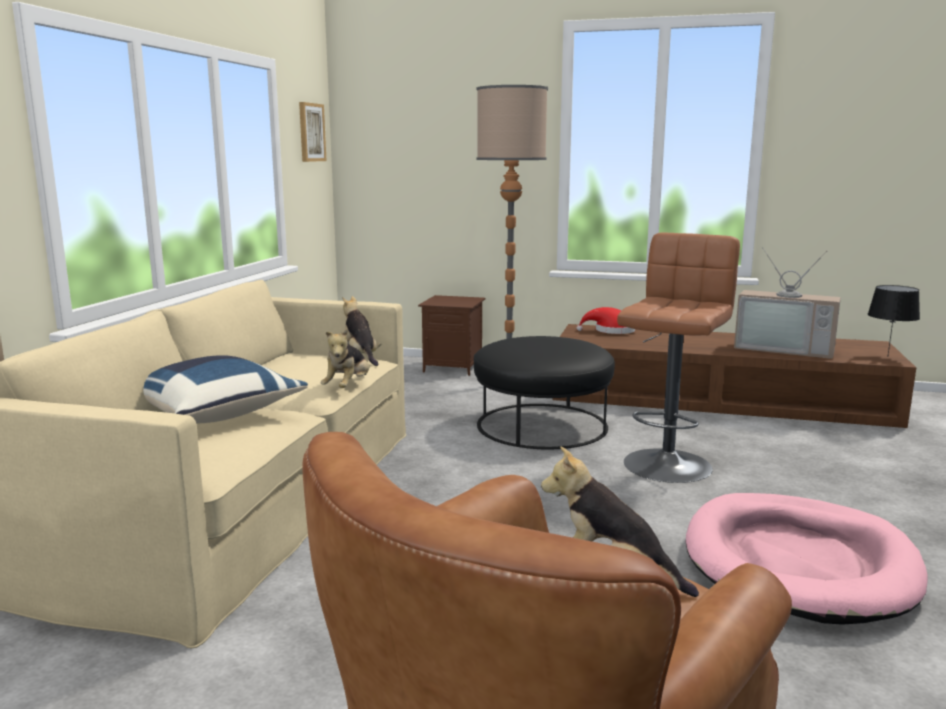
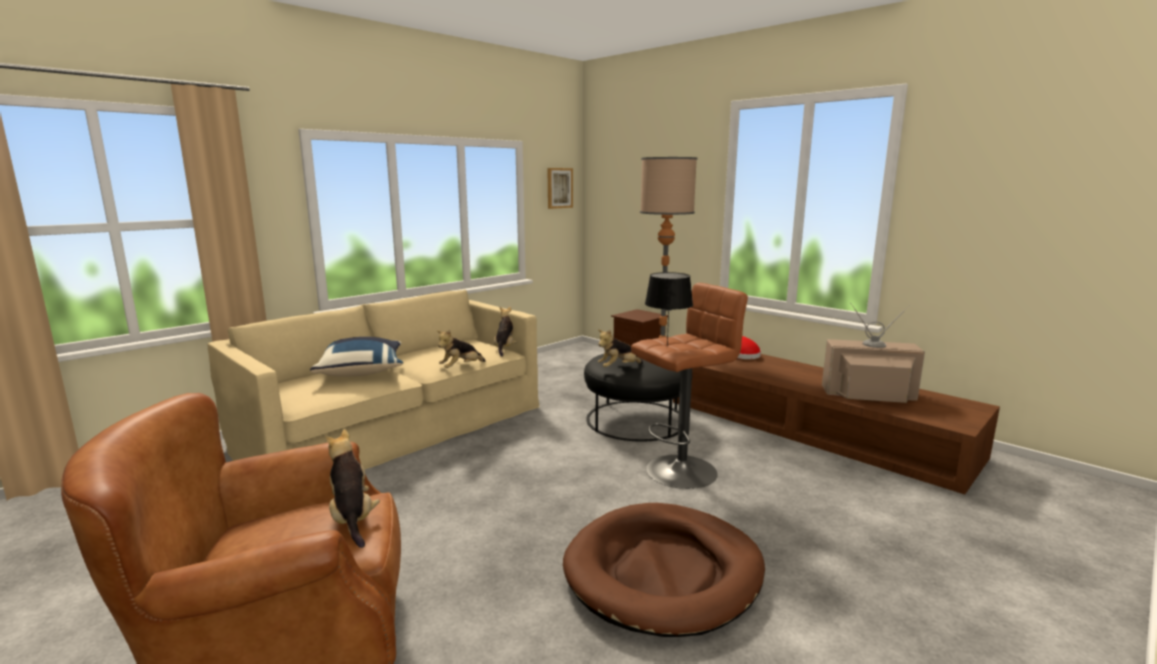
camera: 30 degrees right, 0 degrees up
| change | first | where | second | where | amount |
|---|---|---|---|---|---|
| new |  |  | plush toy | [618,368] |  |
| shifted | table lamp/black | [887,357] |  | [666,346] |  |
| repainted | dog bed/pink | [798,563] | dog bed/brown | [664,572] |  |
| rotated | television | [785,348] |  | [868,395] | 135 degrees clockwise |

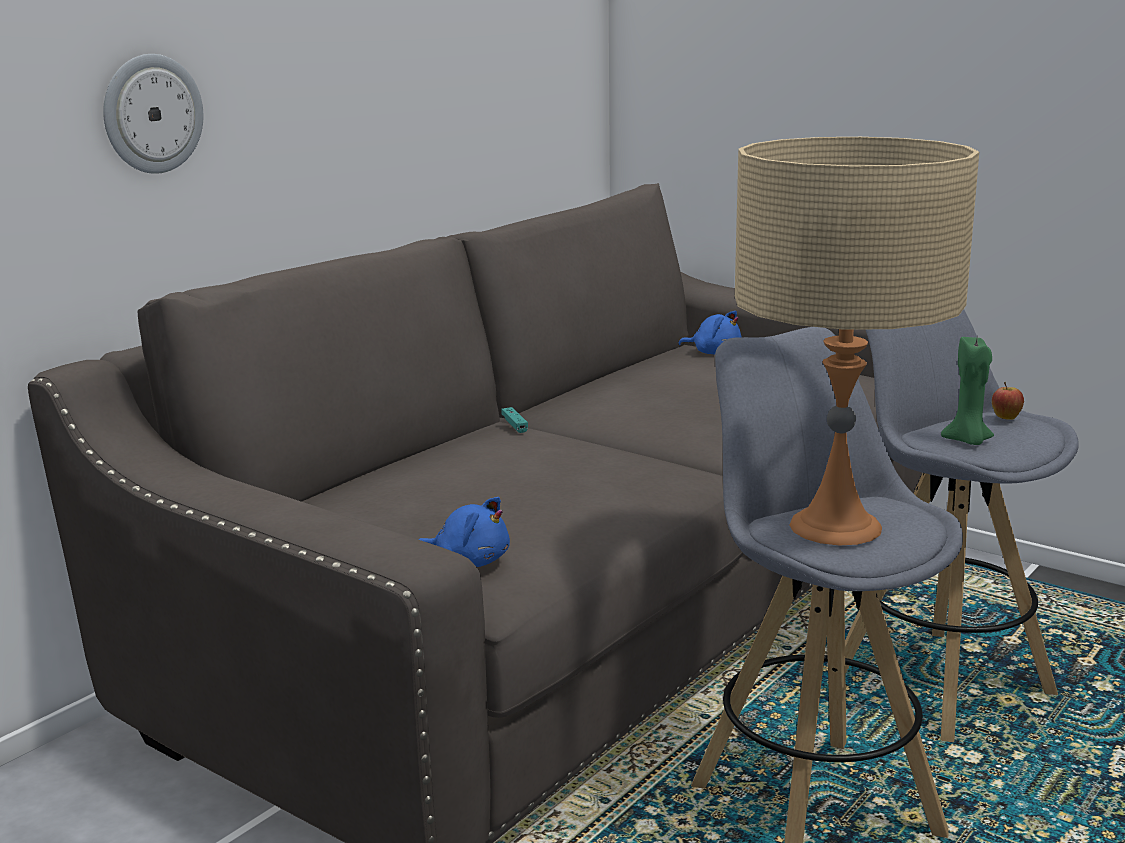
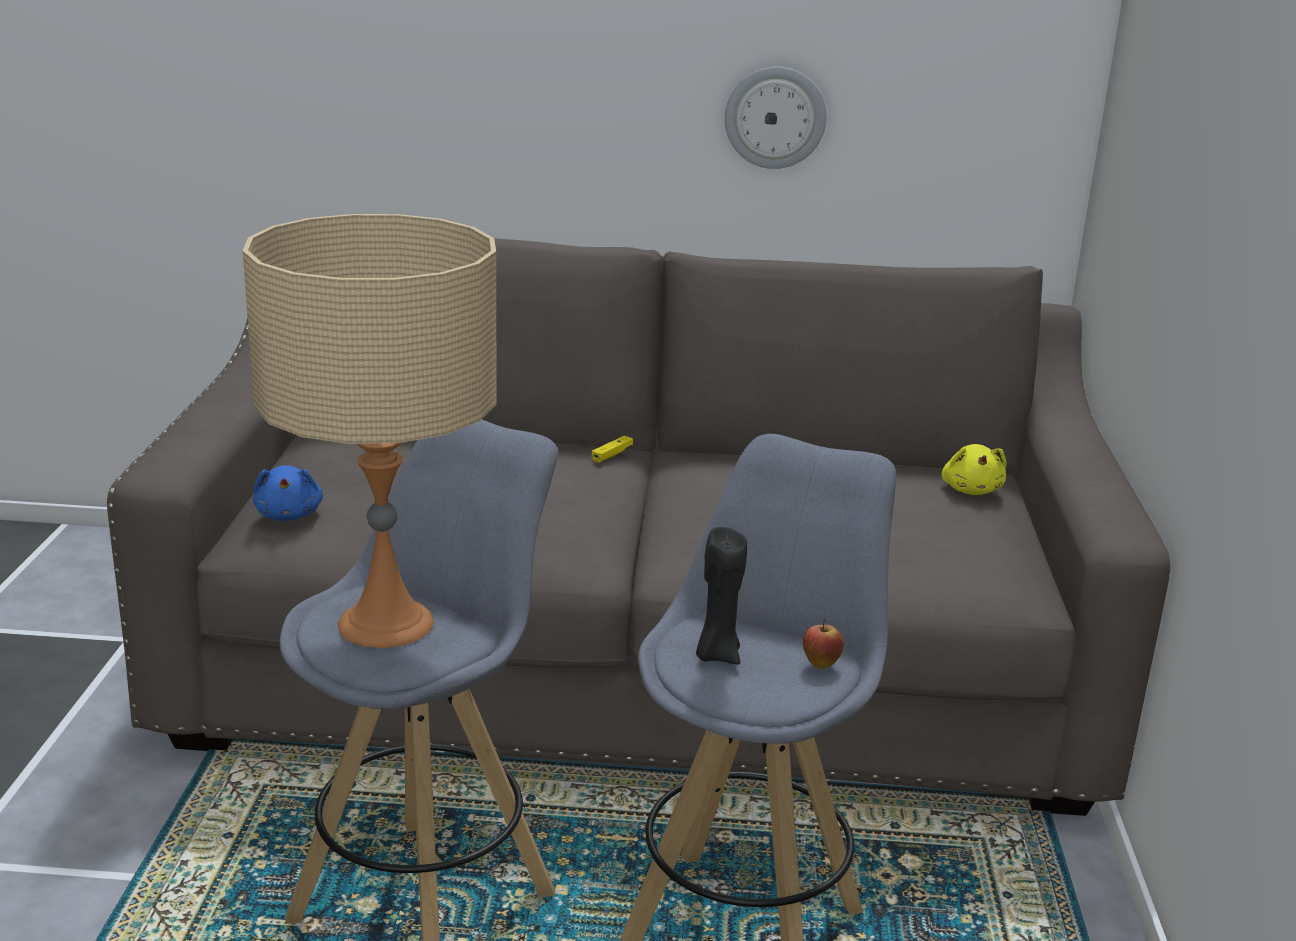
camera: 55 degrees right, 5 degrees up
| change | first | where | second | where | amount |
|---|---|---|---|---|---|
| shifted | wall clock | [152,114] |  | [775,117] |  |
| repainted | game controller/turquoise | [514,425] | game controller/yellow | [612,454] |  |
| repainted | plush toy/blue | [714,353] | plush toy/yellow | [971,490] |  |
| repainted | candle/green | [968,441] | candle/black | [717,655] |  |

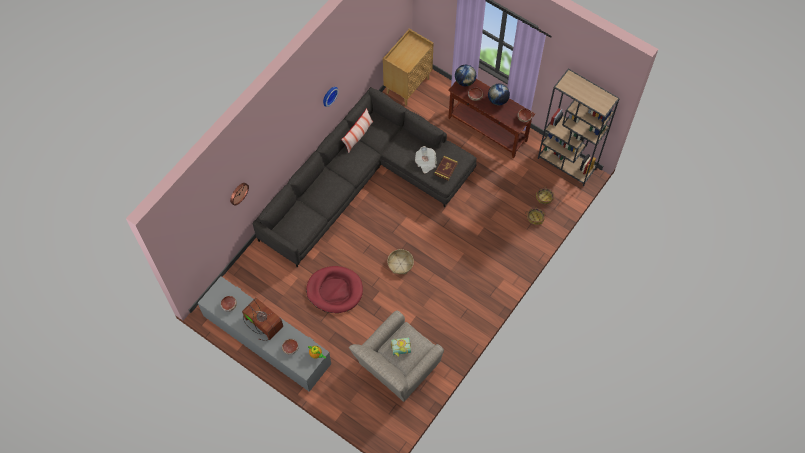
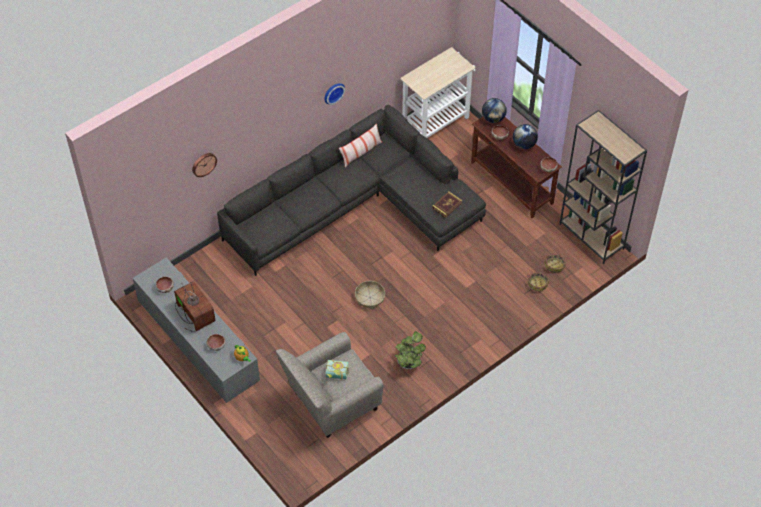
camera: 15 degrees right, 10 degrees down
| change | first | where | second | where | amount |
|---|---|---|---|---|---|
| gone | dog bed/red | [335,290] |  |  |  |
| gone | newspaper | [425,163] |  |  |  |
| new |  |  | potted plant | [409,362] |  |
| swapped | cabinet/brown | [408,85] | cart/white | [436,121] |  |

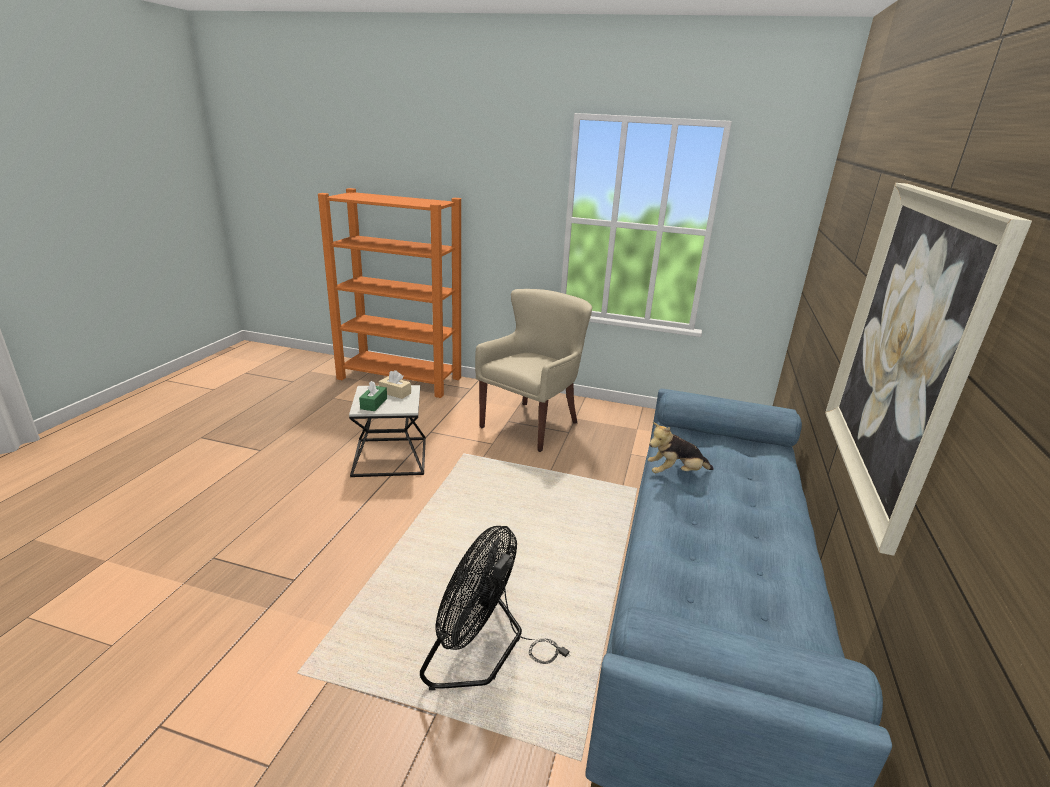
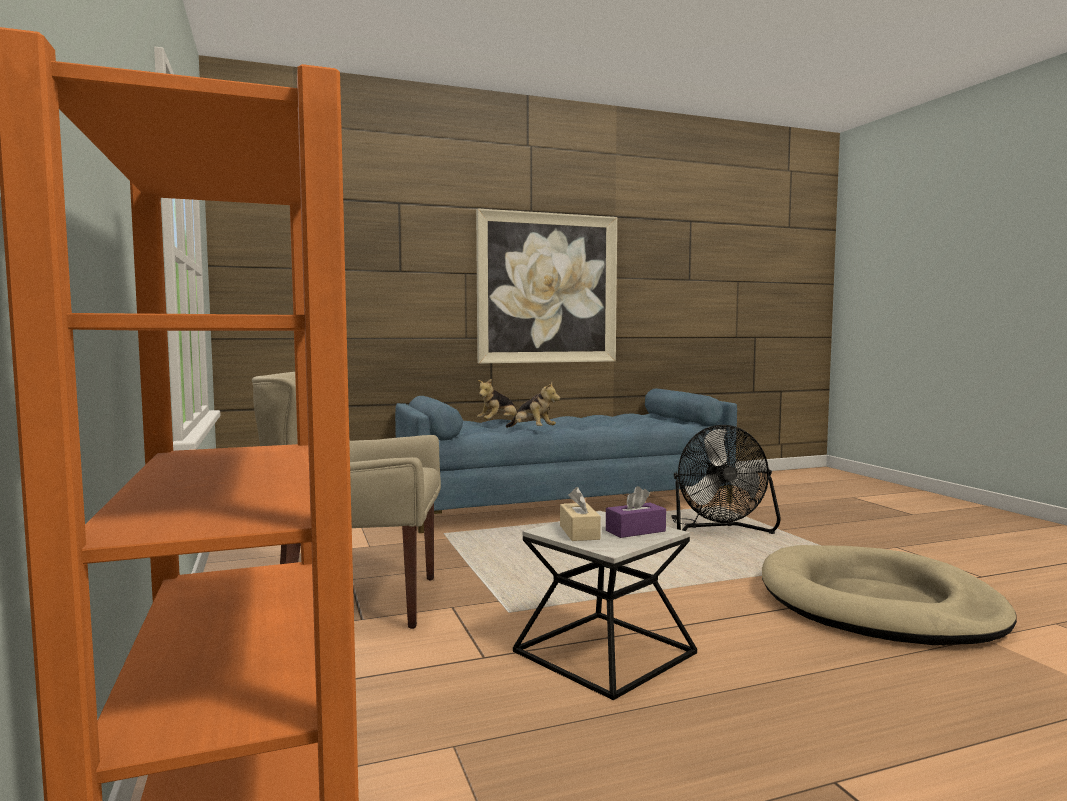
camera: 125 degrees left, 20 degrees down
| change | first | where | second | where | amount |
|---|---|---|---|---|---|
| new |  |  | plush toy | [498,423] |  |
| new |  |  | dog bed/beige | [877,604] |  |
| repainted | tissue box/green | [374,404] | tissue box/purple | [635,531] |  |

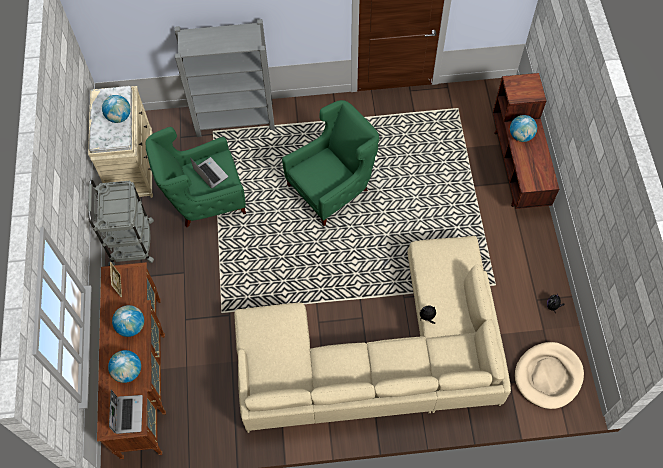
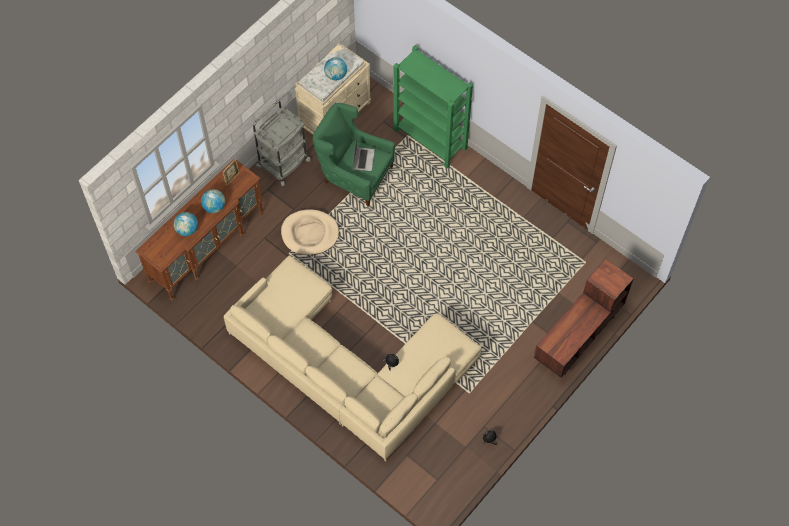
camera: 45 degrees right, 0 degrees up
| change | first | where | second | where | amount |
|---|---|---|---|---|---|
| gone | laptop | [128,414] |  |  |  |
| gone | armchair/green | [332,187] |  |  |  |
| gone | globe | [521,136] |  |  |  |
| shifted | dog bed/beige | [548,376] |  | [310,234] |  |
| repainted | bookcase/grey | [235,119] | bookcase/green | [430,139] |  |

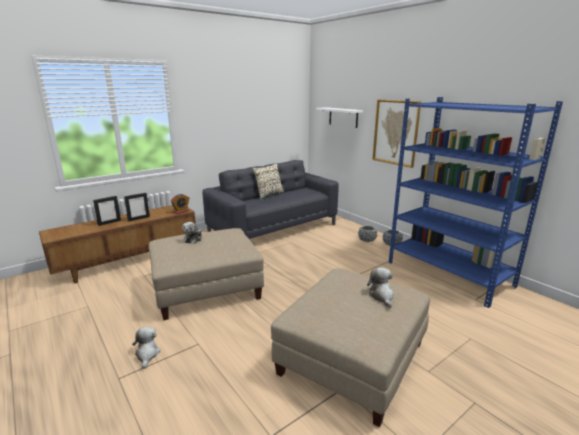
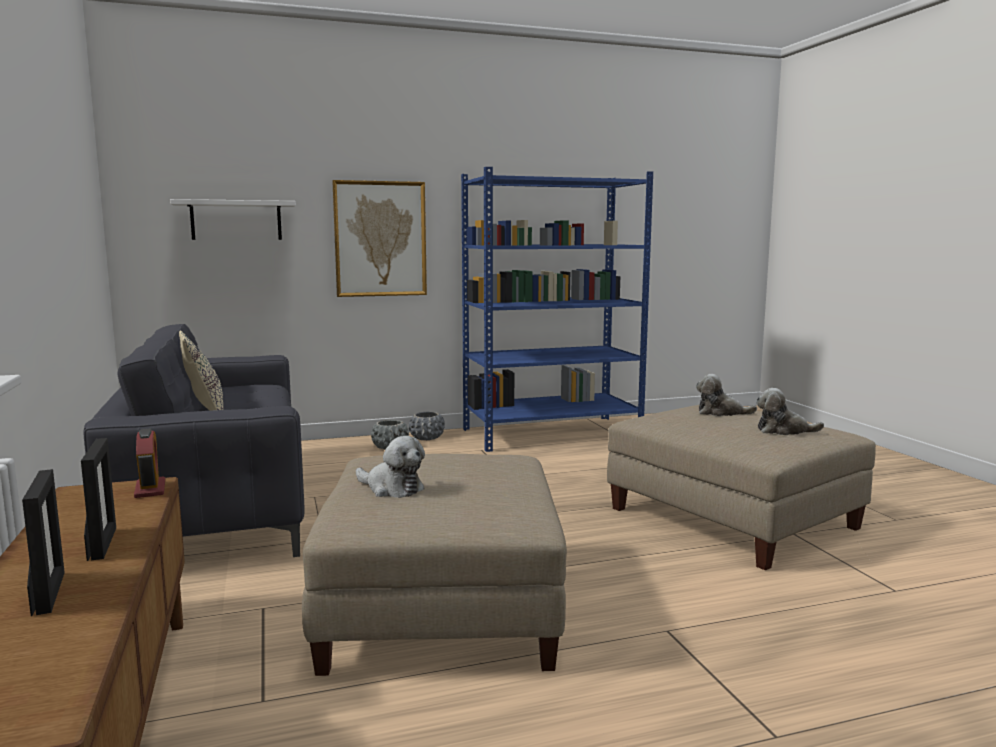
camera: 70 degrees left, 10 degrees down
| change | first | where | second | where | amount |
|---|---|---|---|---|---|
| shifted | plush toy | [147,354] |  | [783,431] |  |

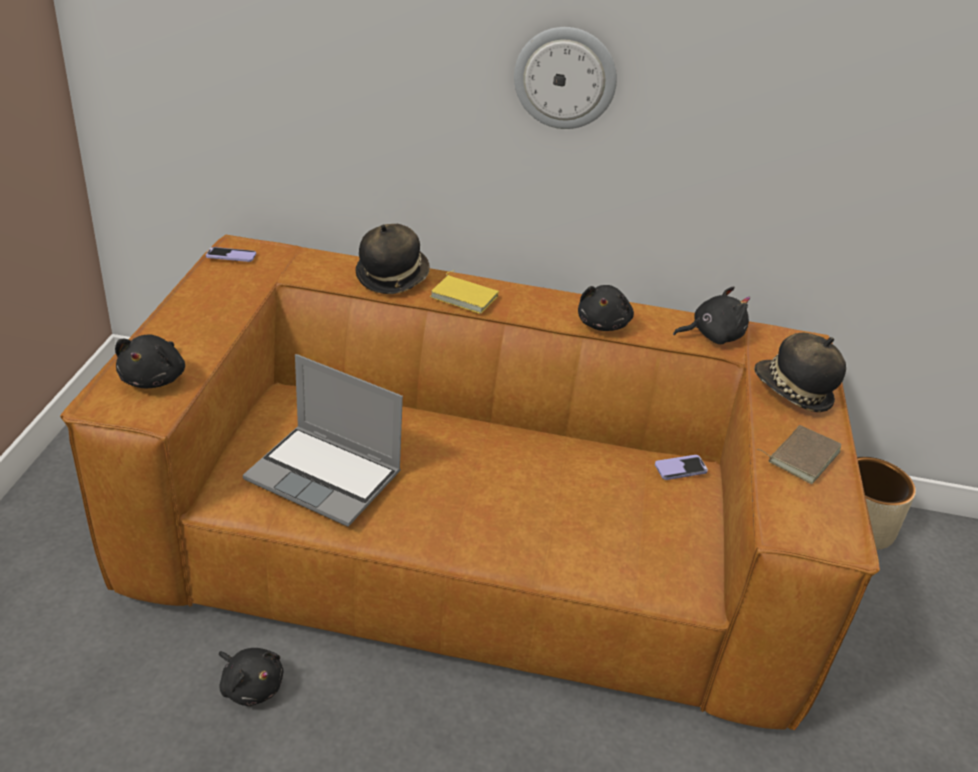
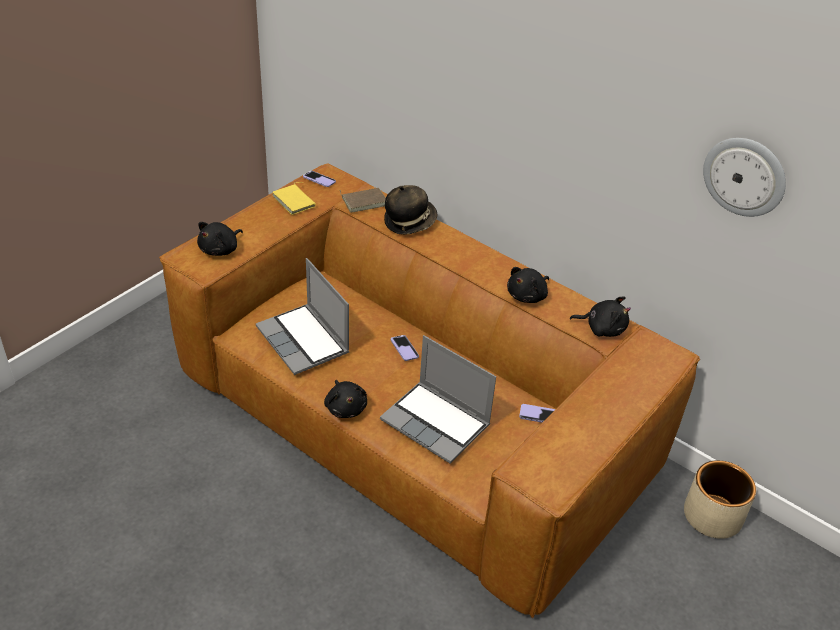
camera: 30 degrees right, 5 degrees up
| change | first | where | second | where | amount |
|---|---|---|---|---|---|
| gone | hat | [792,393] |  |  |  |
| new |  |  | laptop | [437,423] |  |
| new |  |  | phone | [404,349] |  |
| shifted | plush toy/black | [251,685] |  | [345,407] |  |
| shifted | book/yellow | [465,296] |  | [295,201] |  |
| shifted | wall clock | [565,78] |  | [744,176] |  |
| shifted | book/brown | [801,456] |  | [364,201] |  |

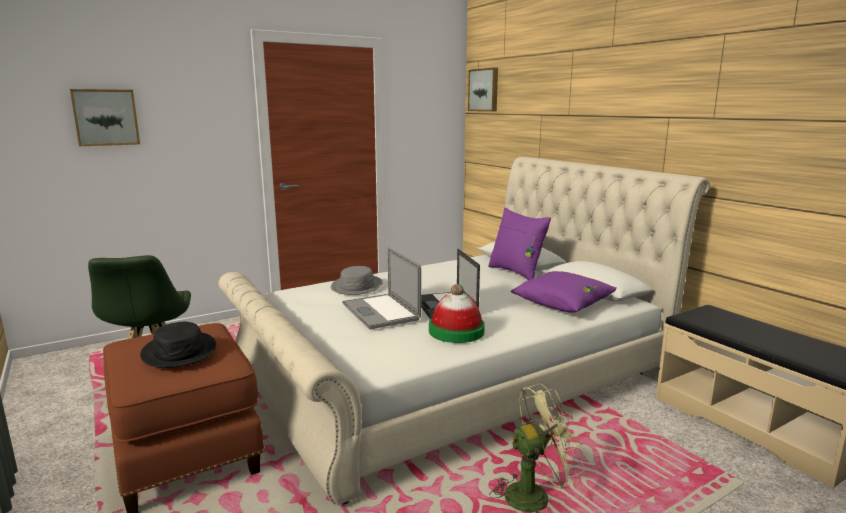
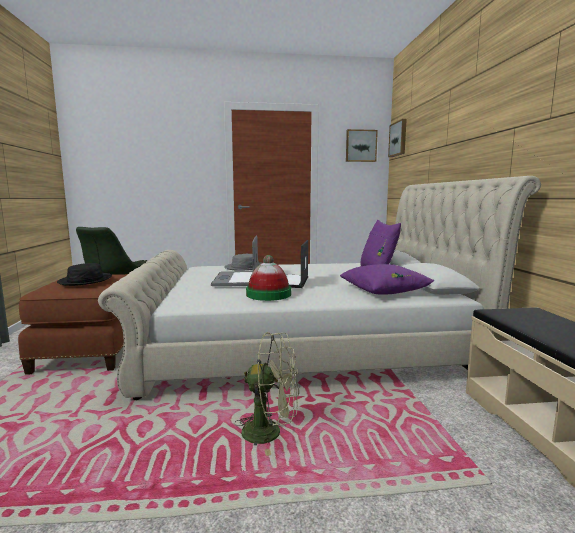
camera: 25 degrees right, 5 degrees down
| change | first | where | second | where | amount |
|---|---|---|---|---|---|
| shifted | picture | [106,117] |  | [361,146] |  |

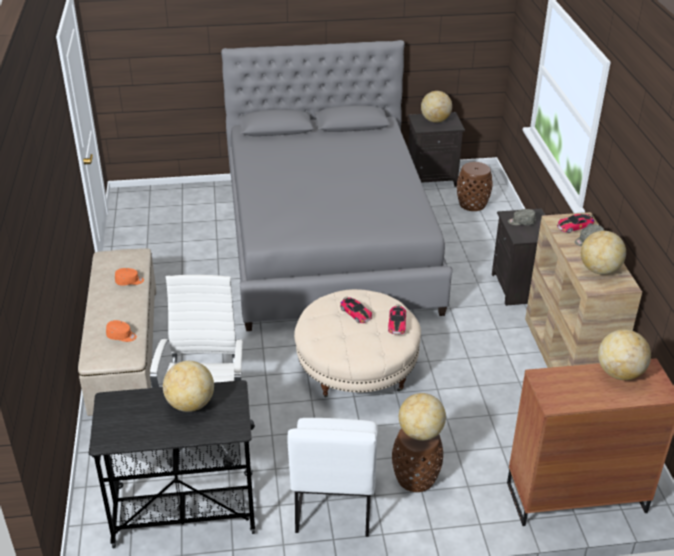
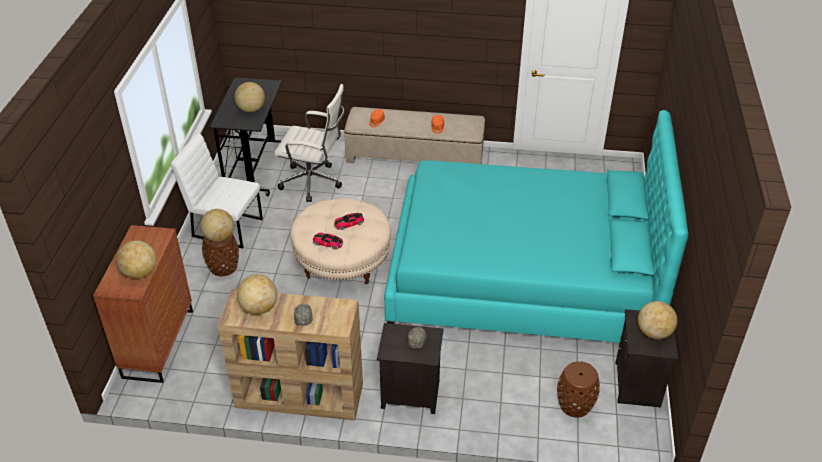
camera: 105 degrees right, 5 degrees up
| change | first | where | second | where | amount |
|---|---|---|---|---|---|
| gone | toy car | [575,226] |  |  |  |
| repainted | bed/grey | [329,242] | bed/turquoise | [523,277] |  |

